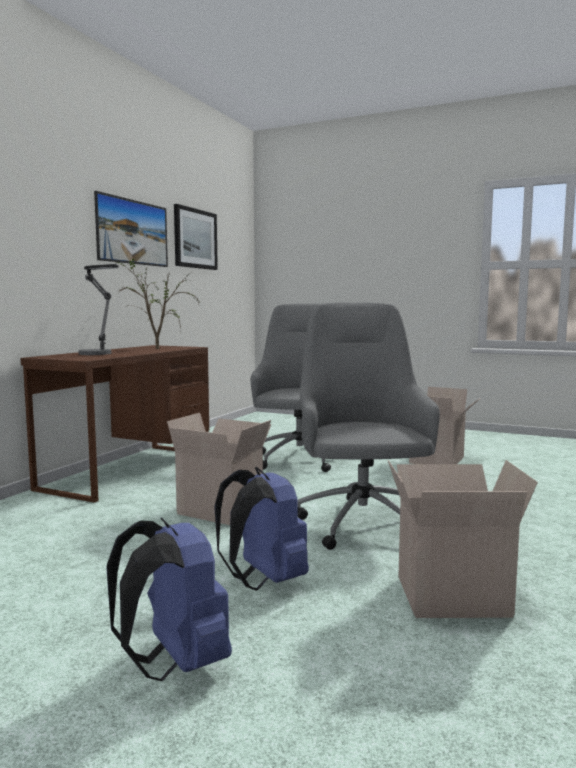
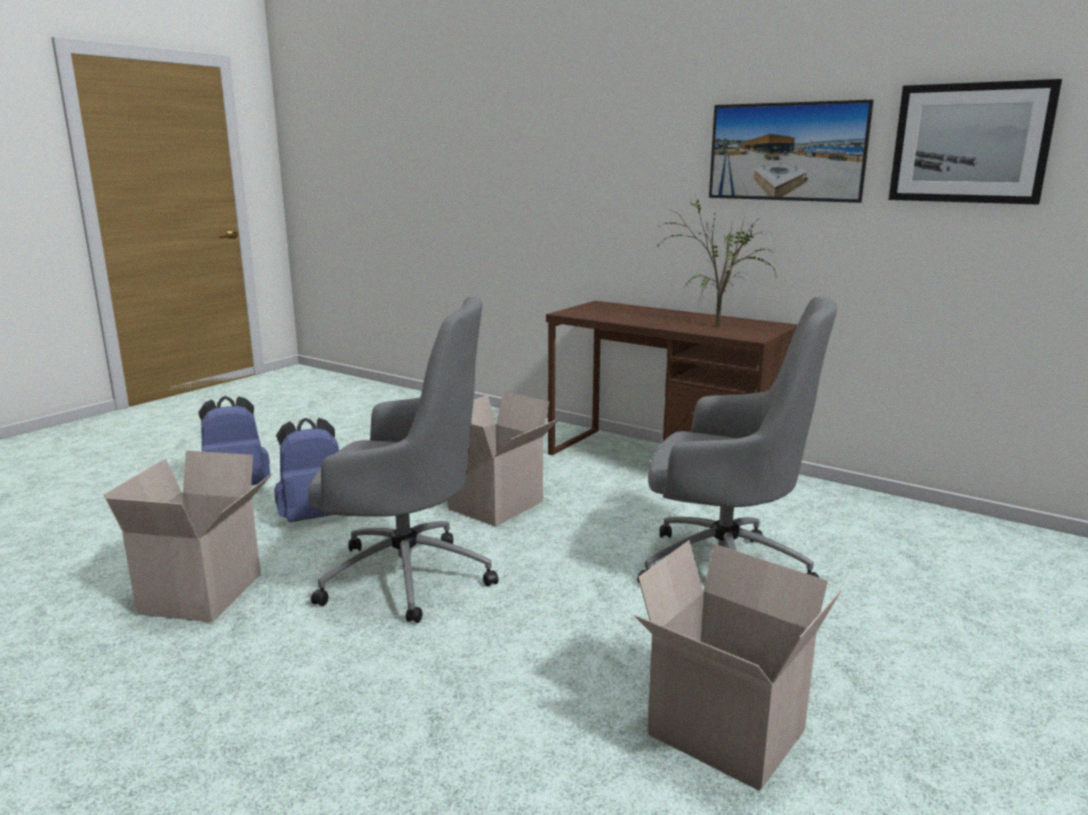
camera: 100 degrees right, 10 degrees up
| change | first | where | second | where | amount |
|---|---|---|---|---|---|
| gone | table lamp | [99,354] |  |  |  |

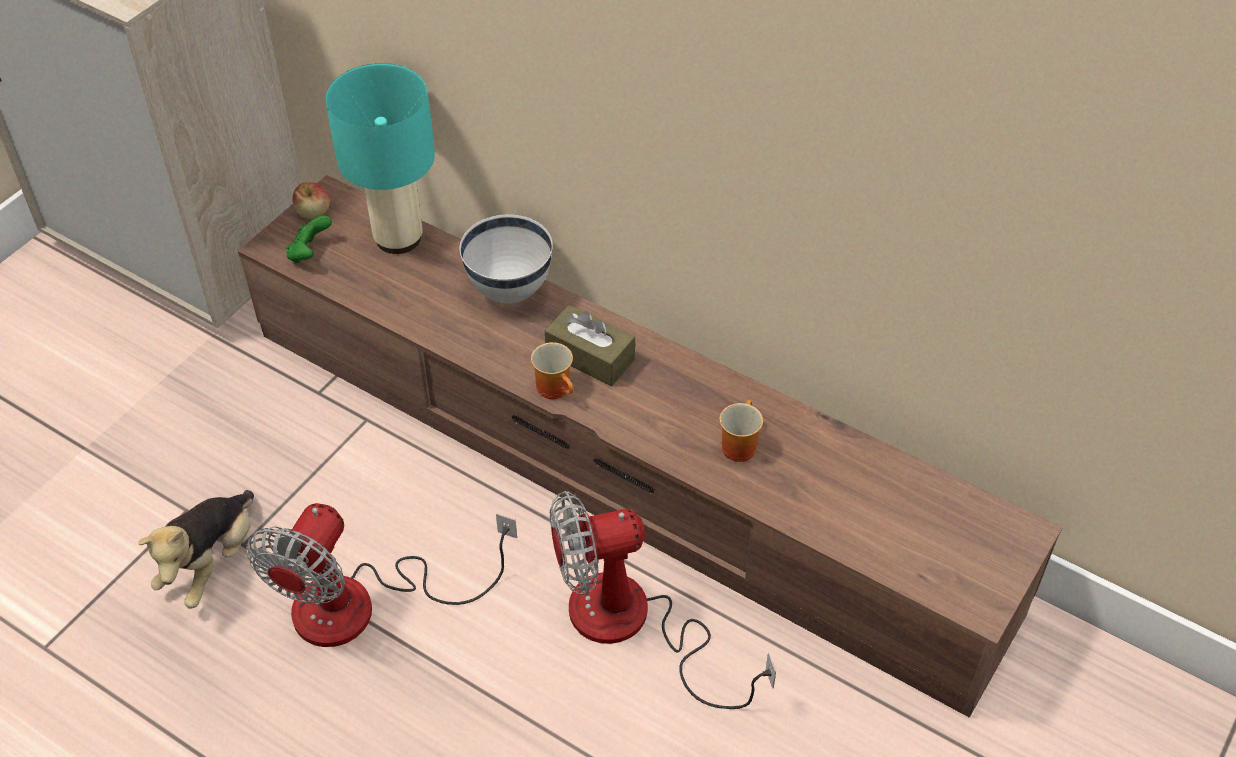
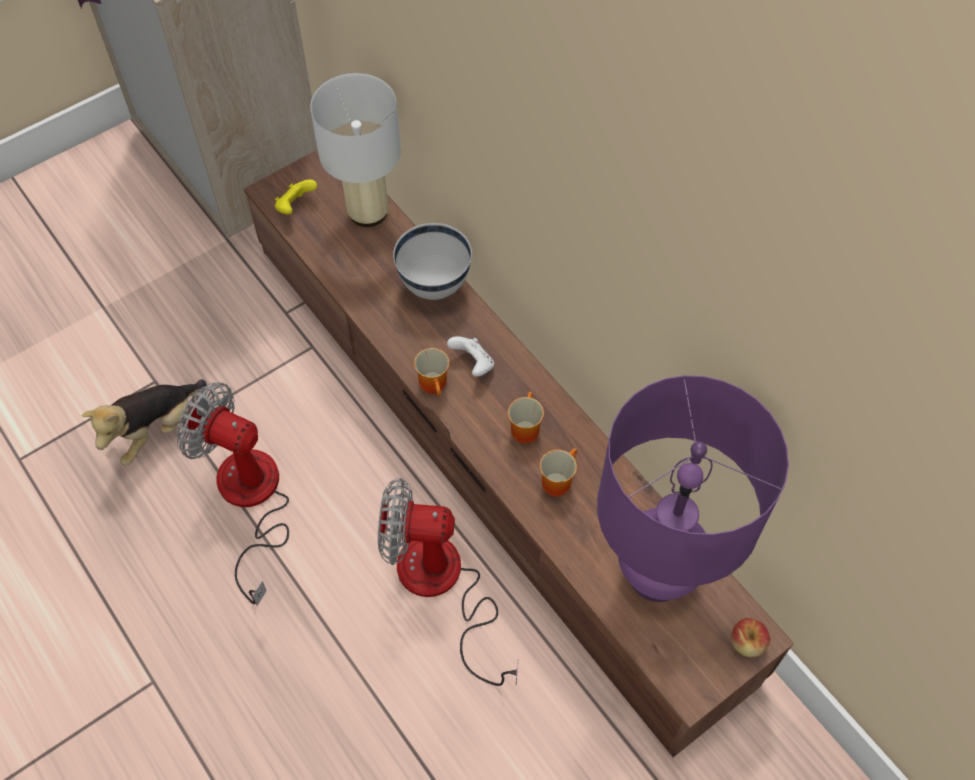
camera: 20 degrees right, 10 degrees up
| change | first | where | second | where | amount |
|---|---|---|---|---|---|
| new |  |  | mug | [523,427] |  |
| new |  |  | table lamp/purple | [657,574] |  |
| shifted | apple | [313,212] |  | [747,643] |  |
| swapped | tissue box/brown | [590,357] | game controller/white | [473,364] |  |
| repainted | game controller/green | [309,253] | game controller/yellow | [295,206] |  |
| repainted | table lamp/turquoise | [397,238] | table lamp/white | [367,212] |  |
| rotated | fan | [363,605] |  | [250,501] | 75 degrees clockwise |

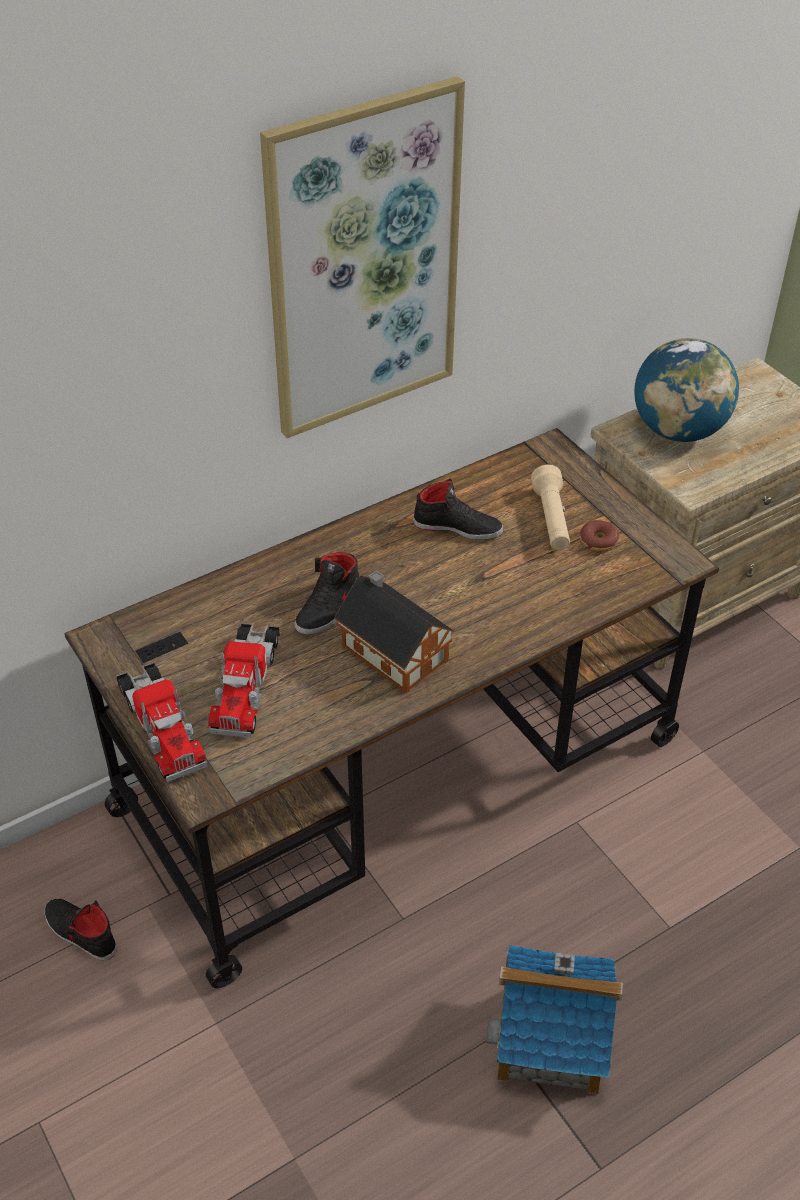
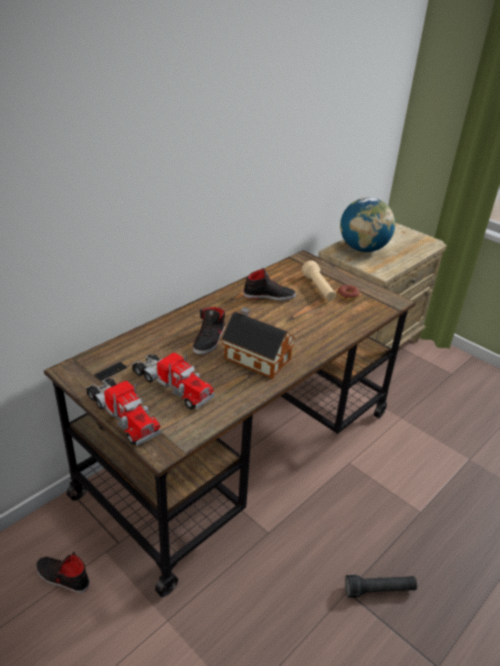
camera: 15 degrees left, 10 degrees down
| change | first | where | second | where | amount |
|---|---|---|---|---|---|
| gone | picture | [363,263] |  |  |  |
| swapped | toy house | [552,1040] | flashlight/black | [379,590] |  |
| rotated | toy truck | [246,685] |  | [171,385] | 45 degrees counterclockwise |

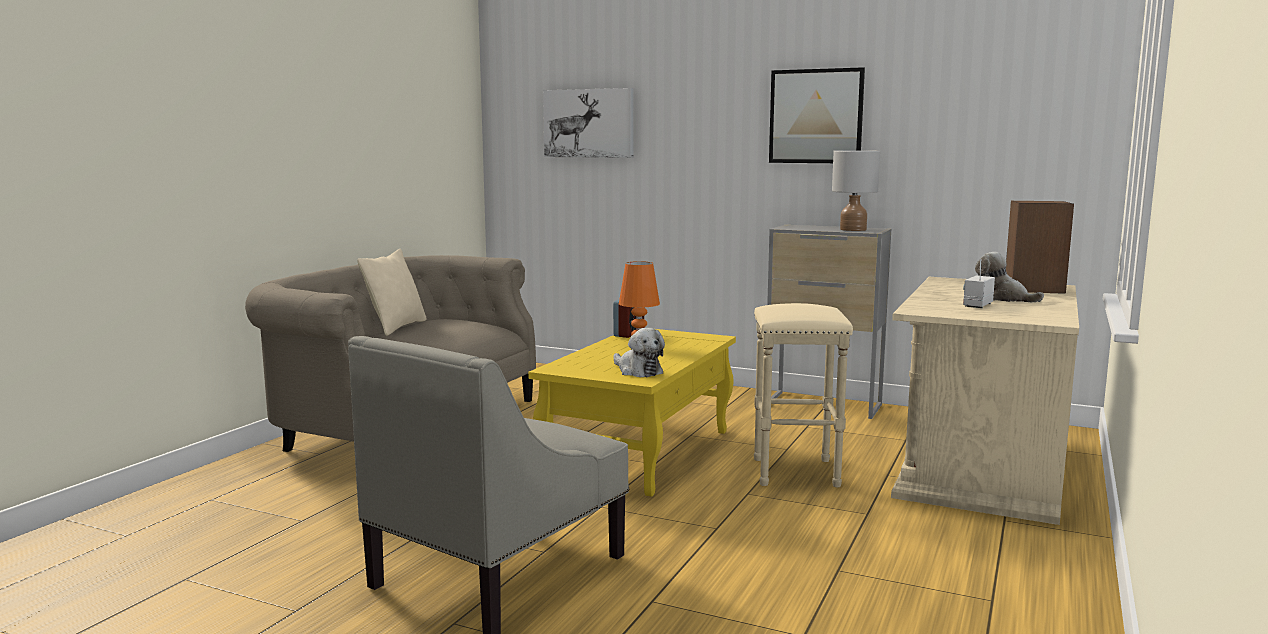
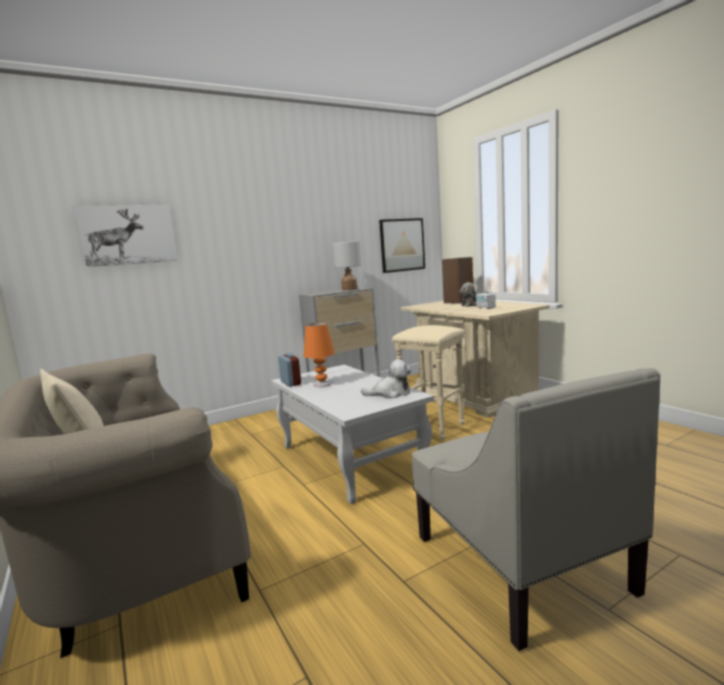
camera: 55 degrees left, 0 degrees up
| change | first | where | second | where | amount |
|---|---|---|---|---|---|
| shifted | picture | [816,116] |  | [402,245] |  |
| repainted | coffee table/yellow | [641,452] | coffee table/white | [349,459] |  |

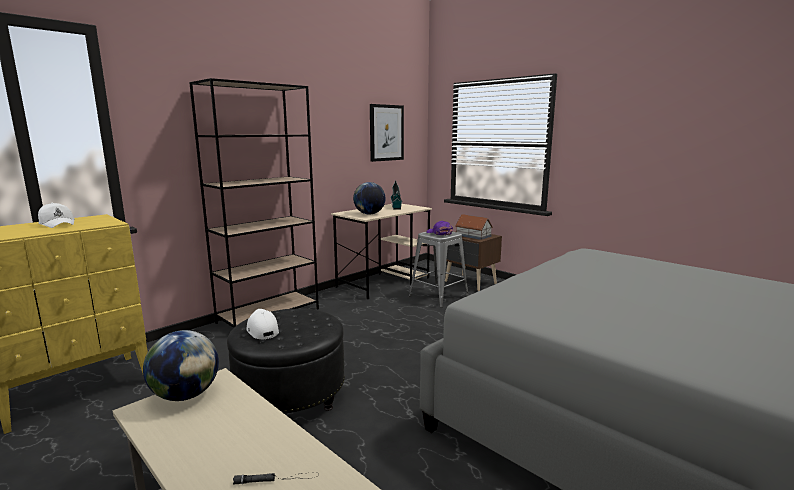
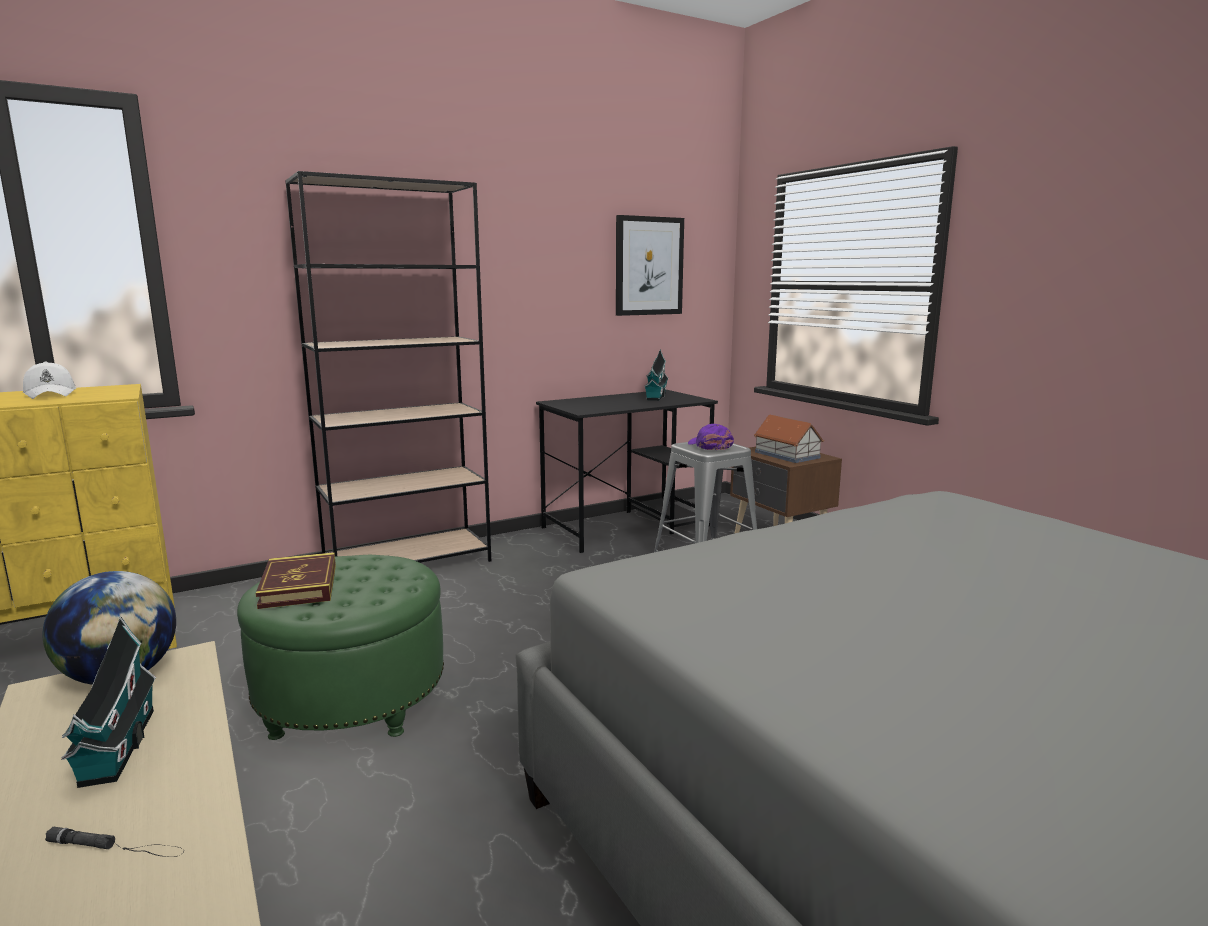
camera: 15 degrees right, 0 degrees up
| change | first | where | second | where | amount |
|---|---|---|---|---|---|
| gone | globe | [369,214] |  |  |  |
| new |  |  | toy house | [117,749] |  |
| swapped | cap/white | [262,330] | book | [299,586] |  |
| repainted | ottoman/black | [290,396] | ottoman/green | [352,701] |  |
| repainted | desk/beige | [384,282] | desk/black | [627,526] |  |

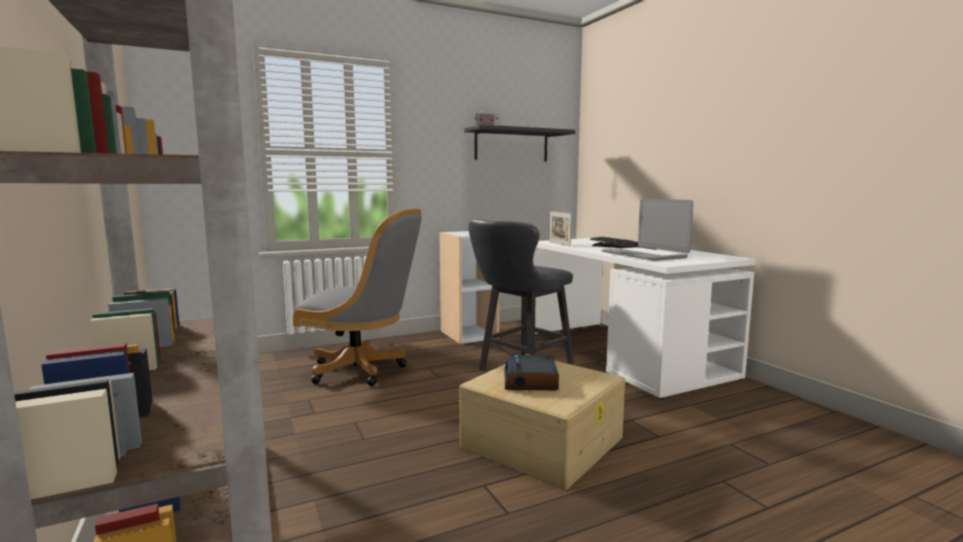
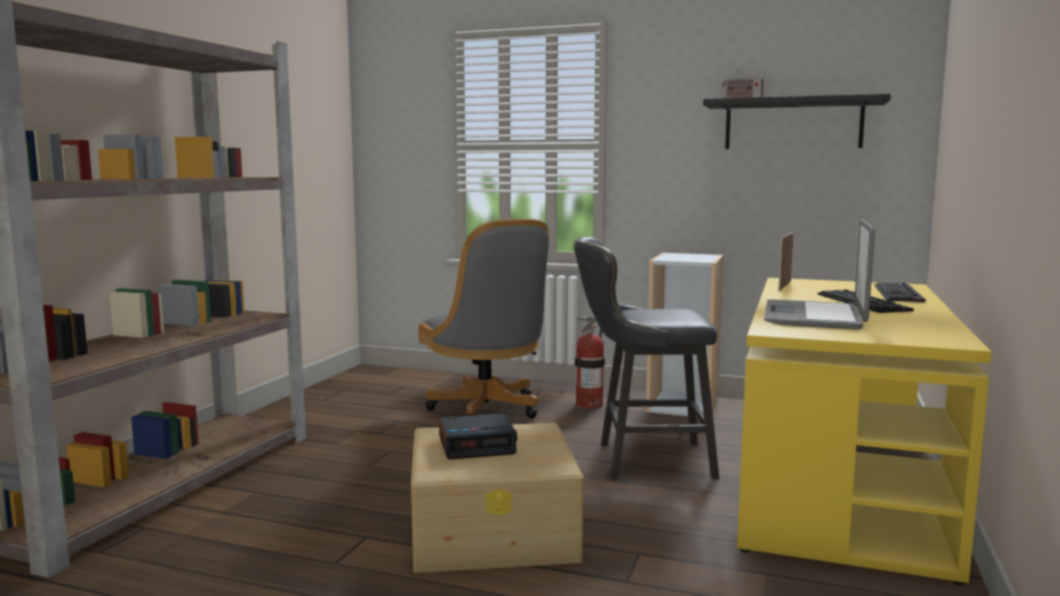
camera: 45 degrees right, 0 degrees up
| change | first | where | second | where | amount |
|---|---|---|---|---|---|
| new |  |  | fire extinguisher | [589,404] |  |
| repainted | desk/white | [622,354] | desk/yellow | [840,486] |  |
| rotated | alarm clock | [531,380] |  | [477,445] | 150 degrees counterclockwise |

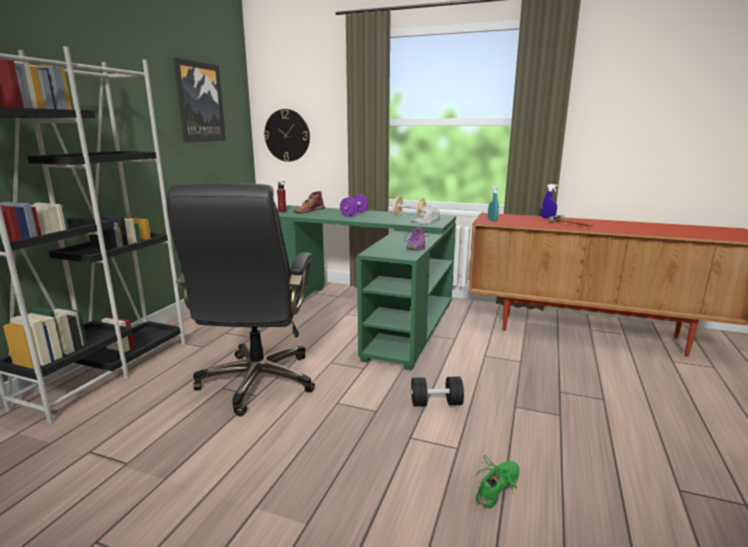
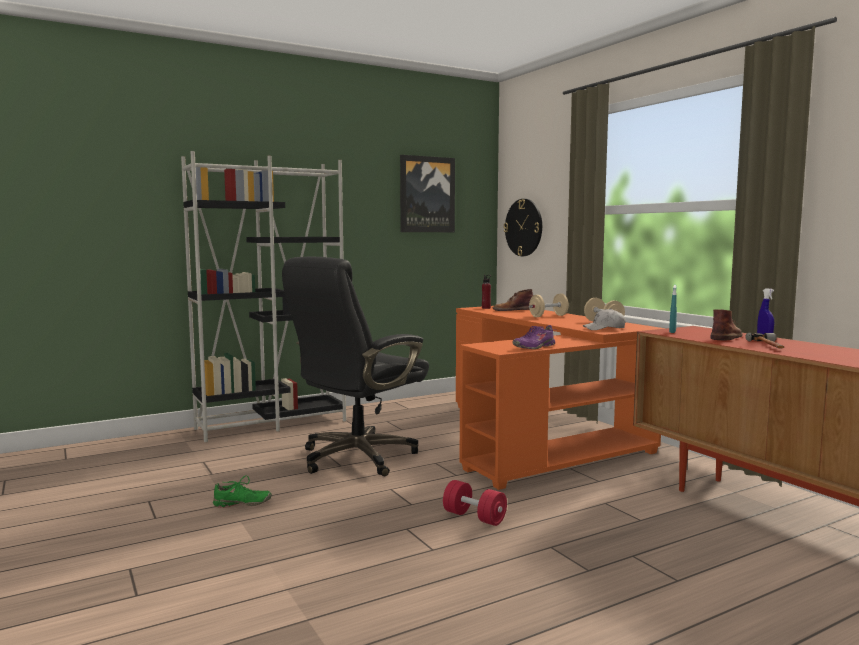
camera: 40 degrees right, 10 degrees down
| change | first | where | second | where | amount |
|---|---|---|---|---|---|
| new |  |  | boot/brown | [726,337] |  |
| shifted | shoe/green | [498,489] |  | [242,504] |  |
| repainted | desk/green | [367,312] | desk/orange | [542,437] |  |
| repainted | dumbbell/purple | [354,214] | dumbbell/beige | [548,316] |  |
| repainted | dumbbell/black | [436,403] | dumbbell/red | [474,517] |  |

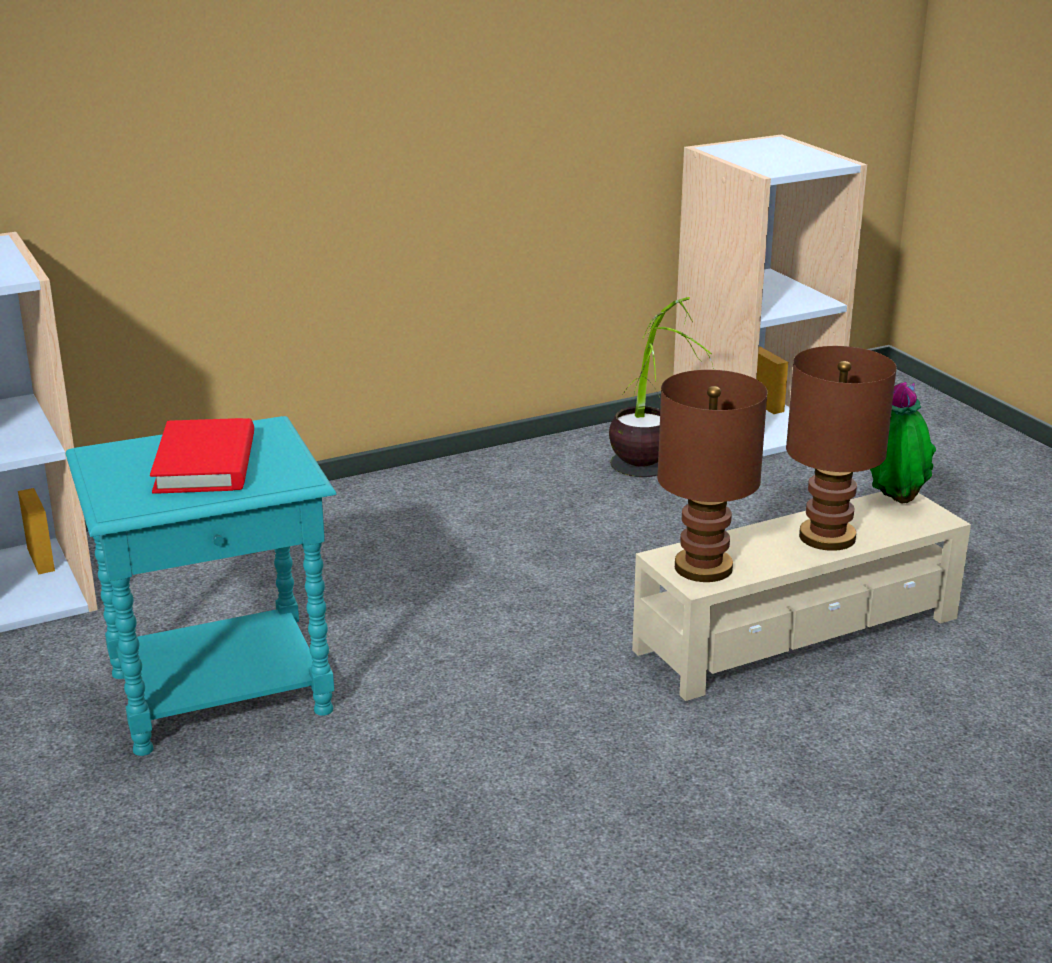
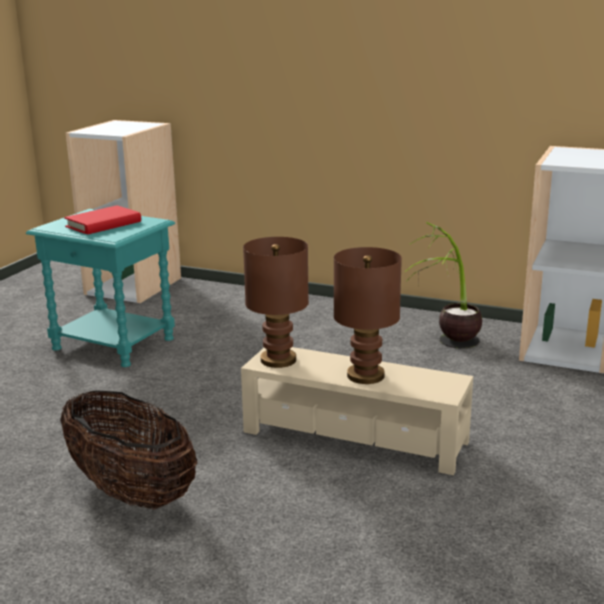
camera: 50 degrees right, 5 degrees down
| change | first | where | second | where | amount |
|---|---|---|---|---|---|
| gone | potted plant | [892,502] |  |  |  |
| new |  |  | basket | [131,492] |  |

